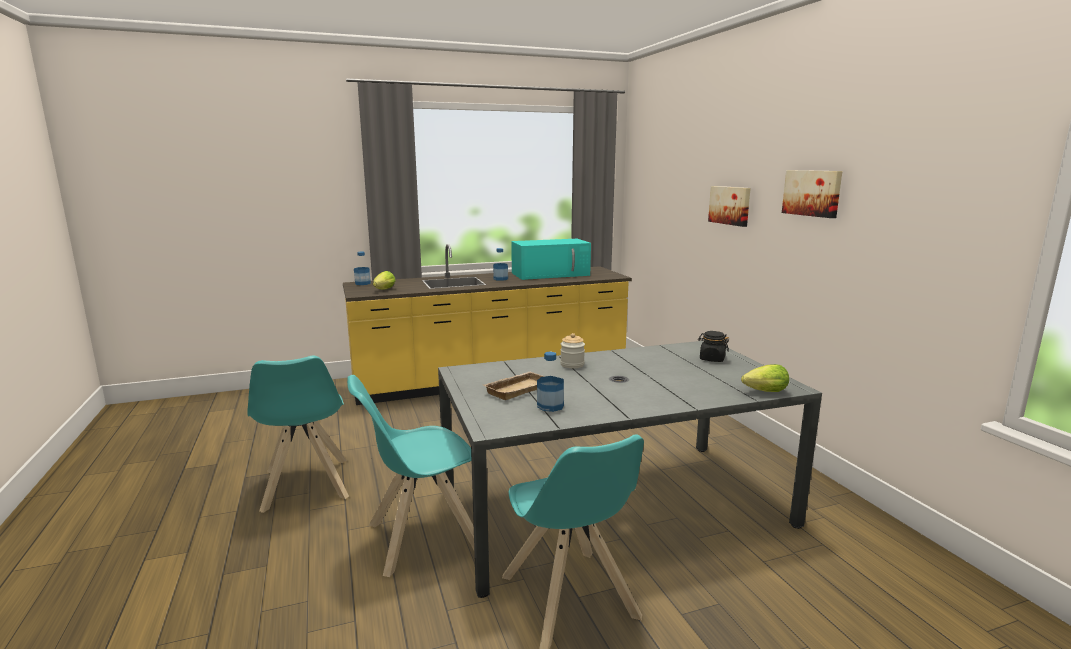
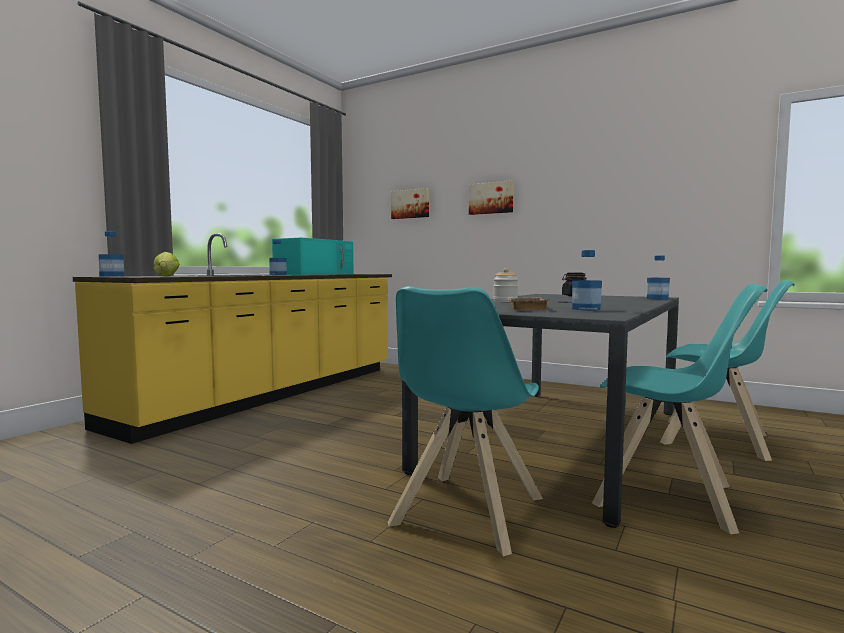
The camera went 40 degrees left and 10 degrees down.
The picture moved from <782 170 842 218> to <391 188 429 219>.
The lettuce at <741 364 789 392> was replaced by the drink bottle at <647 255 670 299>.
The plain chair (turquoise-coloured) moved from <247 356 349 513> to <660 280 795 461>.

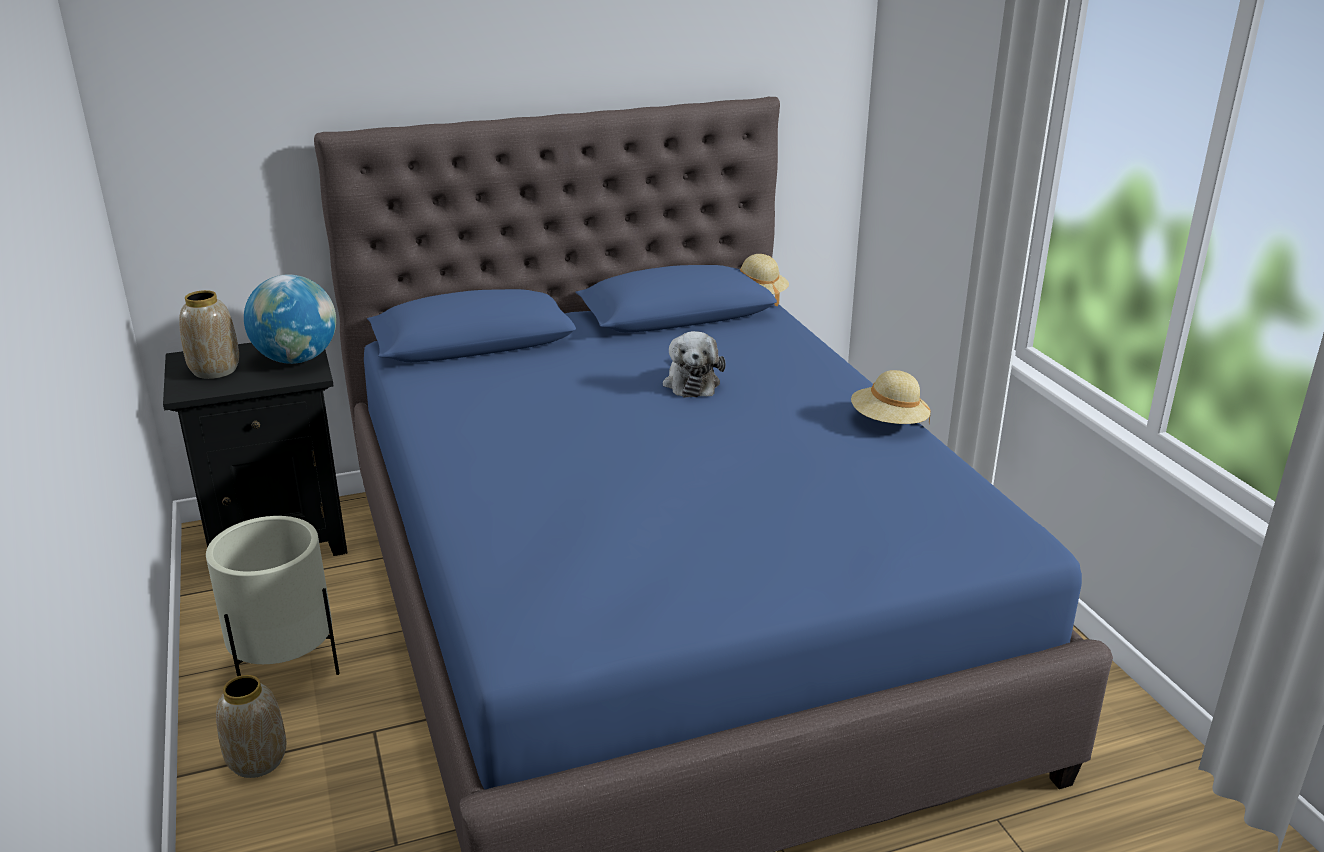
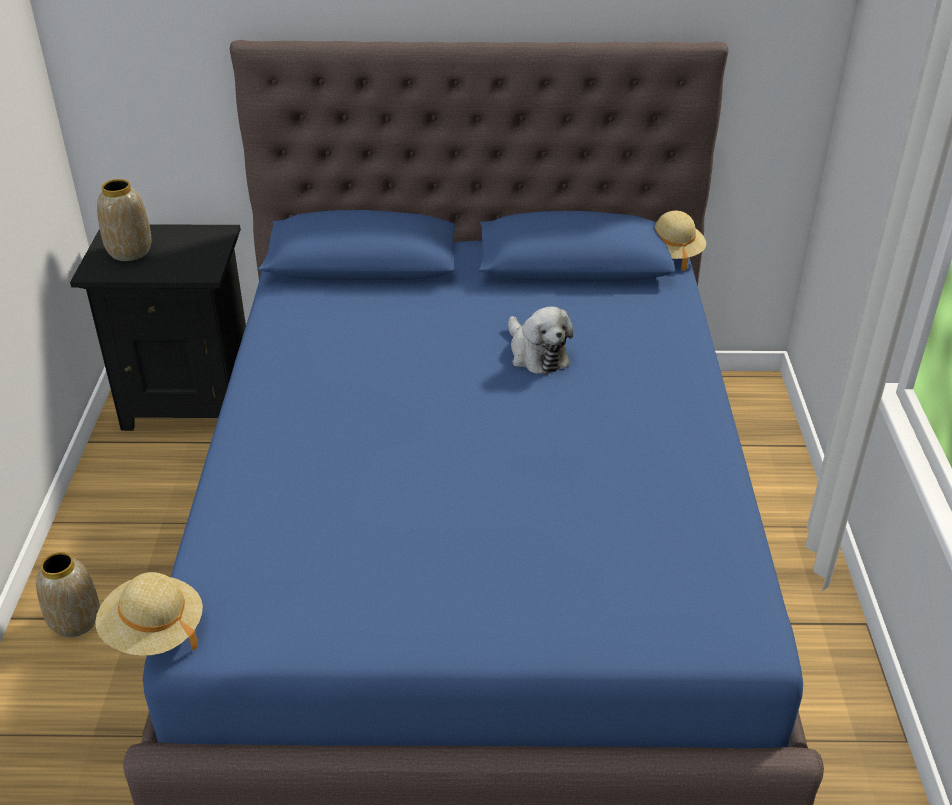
The camera went 20 degrees right and 10 degrees up.
The clothing hat (sand-coloured) moved from <851 370 931 424> to <95 572 203 656>.
The plush toy at <663 331 726 397> turned 45 degrees counterclockwise.
The planter (sand-coloured) at <206 516 340 676> disappeared.
The desk globe at <244 274 336 364> disappeared.

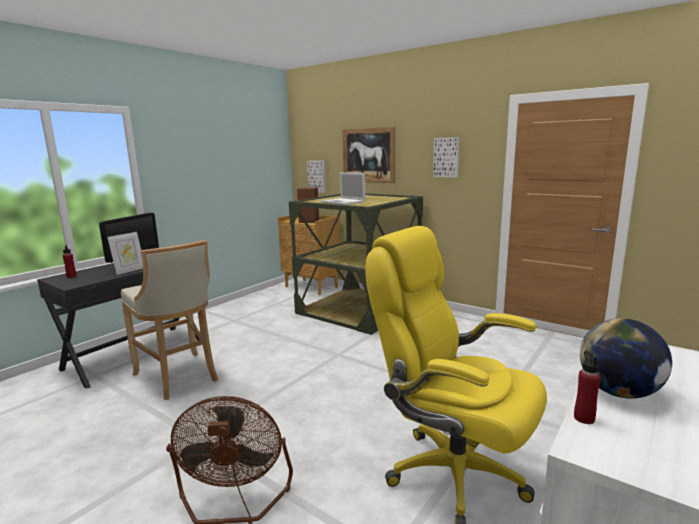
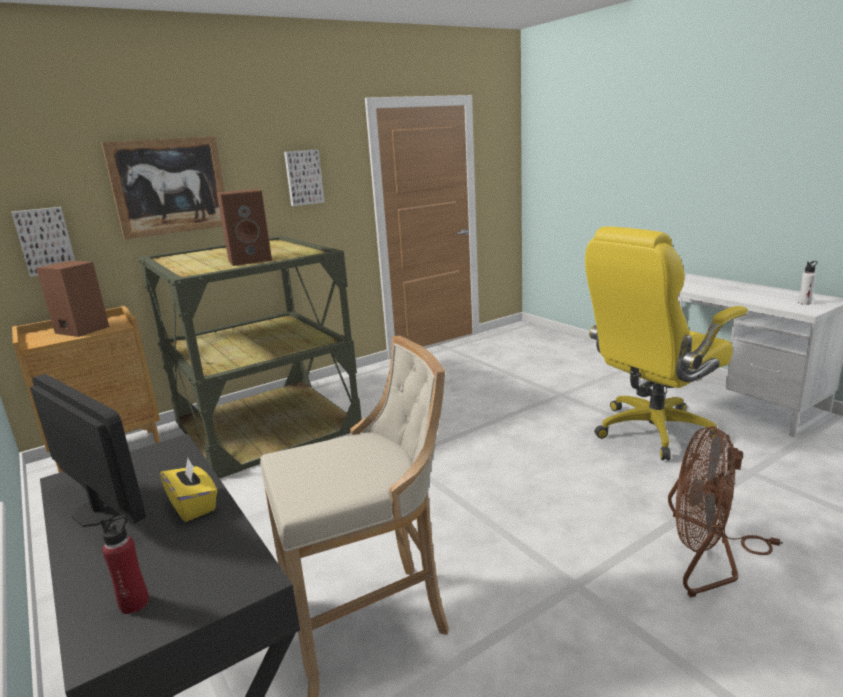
The camera went 70 degrees left and 5 degrees up.
The standing frame at <107 232 143 275> was replaced by the tissue holder (yellow-coloured) at <160 458 217 522>.
The notebook computer at <321 172 365 205> was replaced by the speaker (brown) at <217 189 272 266>.
The drink bottle (whitish) at <798 261 818 305> appeared.
The drink bottle (reddish) at <574 351 601 424> disappeared.
The desk globe at <580 318 672 399> disappeared.

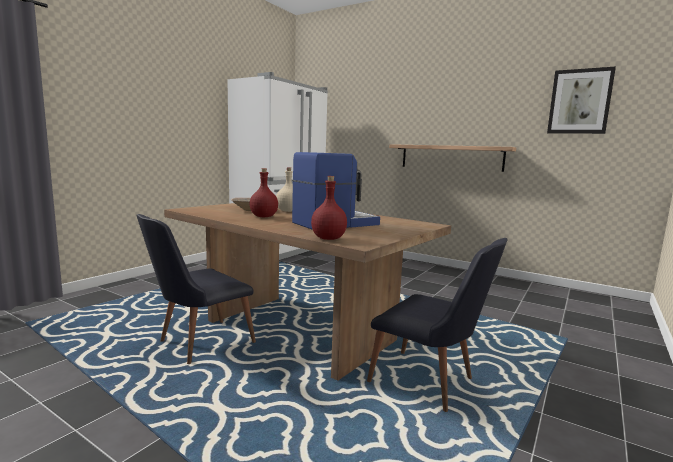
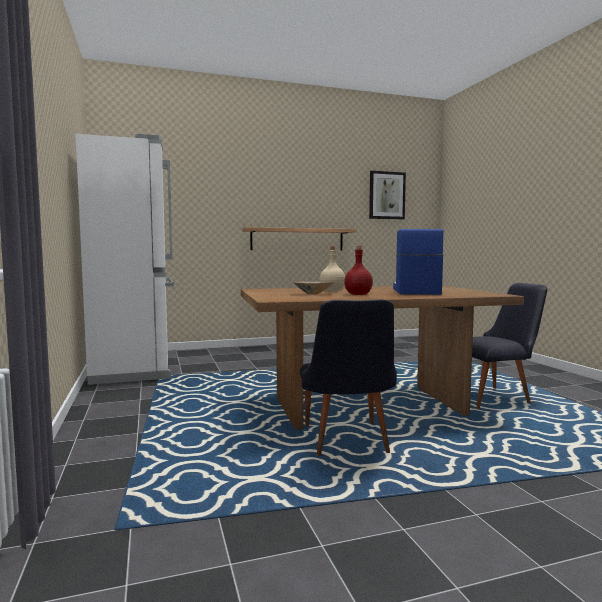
The camera went 50 degrees left and 5 degrees down.
The drink bottle (reddish) at <311 176 347 240> disappeared.

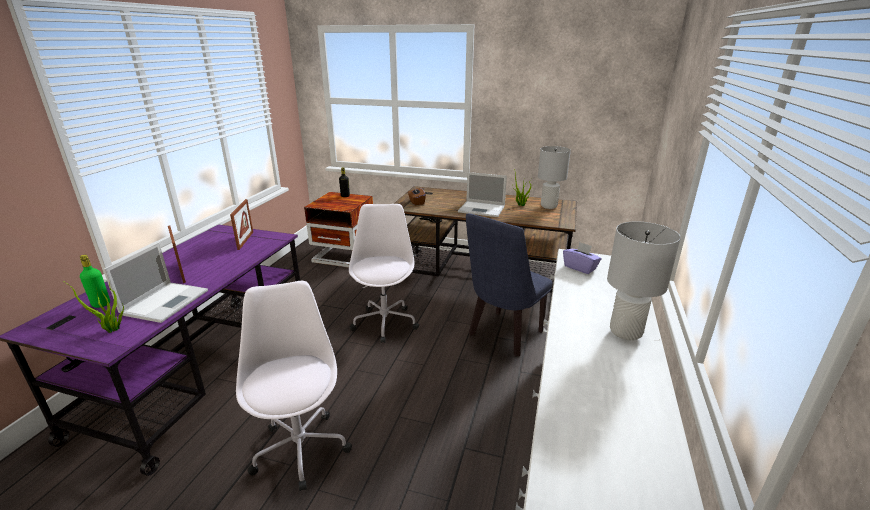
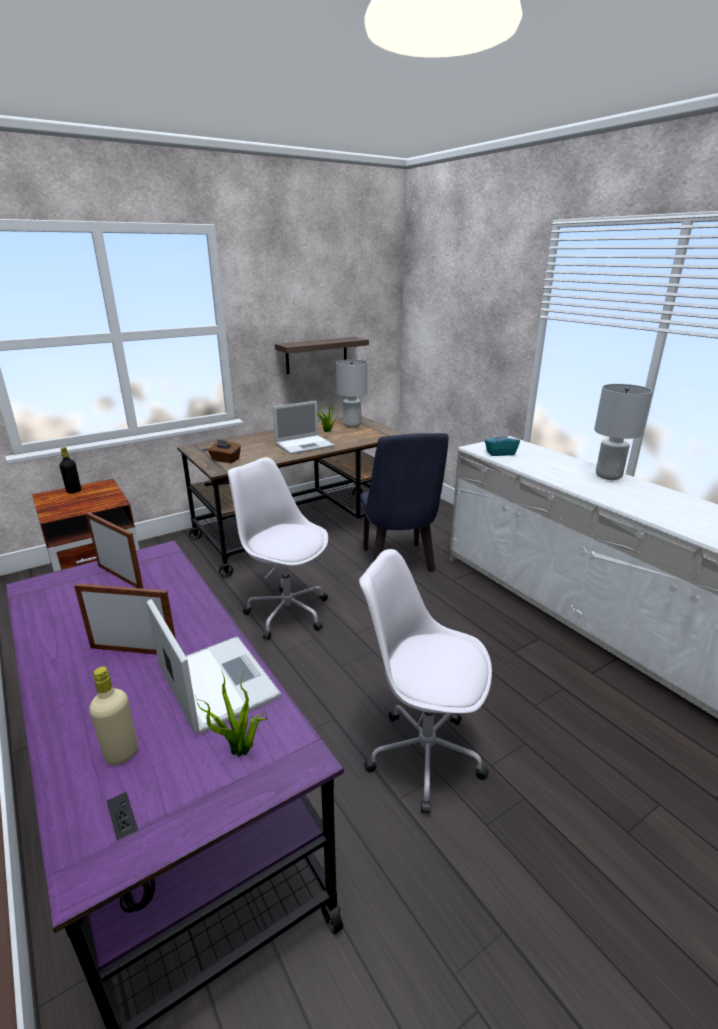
The camera went 50 degrees left and 0 degrees up.
The drink bottle (green-coloured) at <80 255 110 308> became the drink bottle (sand-coloured) at <89 667 138 765>.
The bracket shelf at <275 337 369 374> appeared.
The tissue holder (purplish) at <563 242 602 274> became the tissue holder (turquoise-coloured) at <485 430 520 456>.

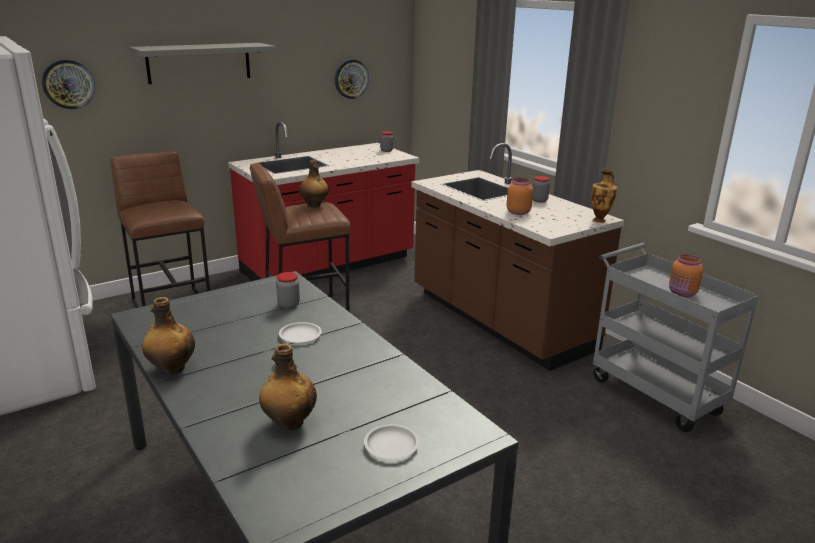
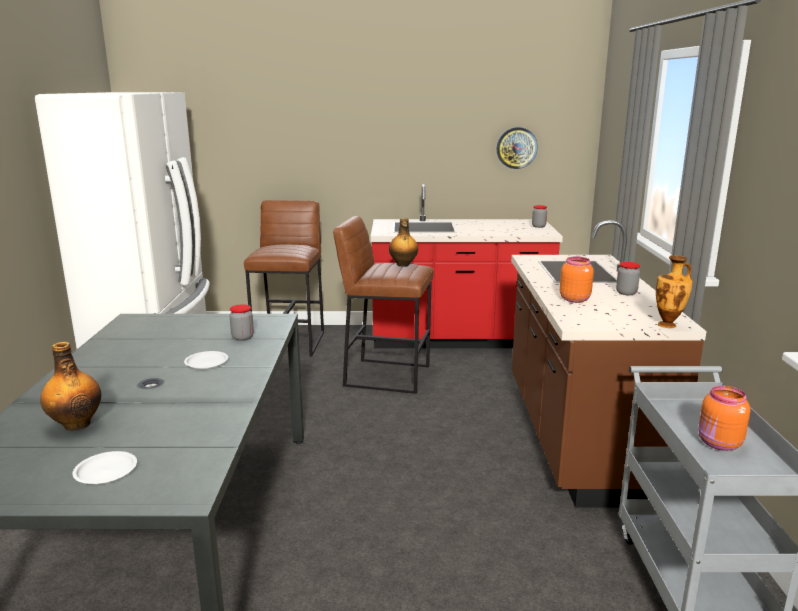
The camera went 35 degrees right and 5 degrees down.
The wall clock at <42 60 95 109> disappeared.
The bracket shelf (grey) at <129 43 276 84> disappeared.
The drink bottle at <142 297 195 374> disappeared.

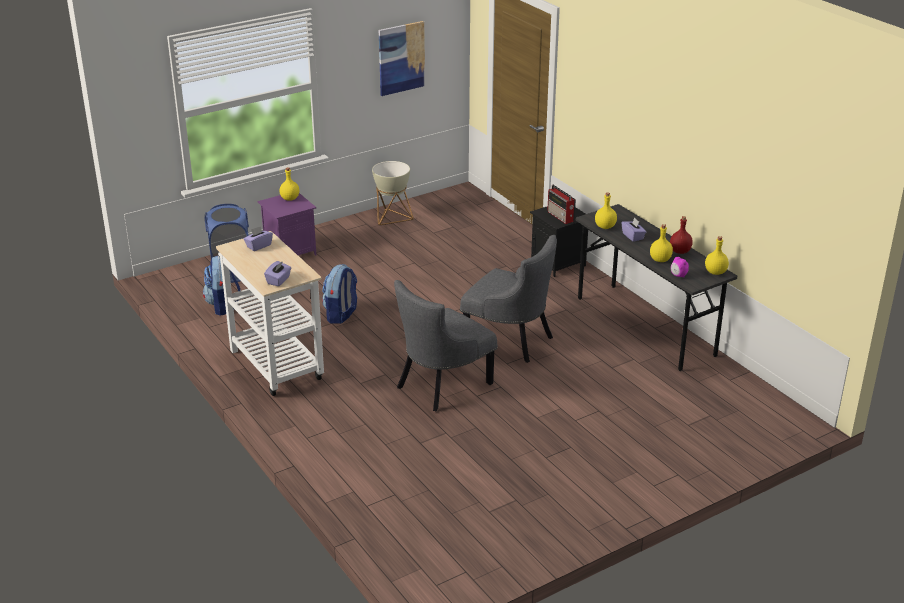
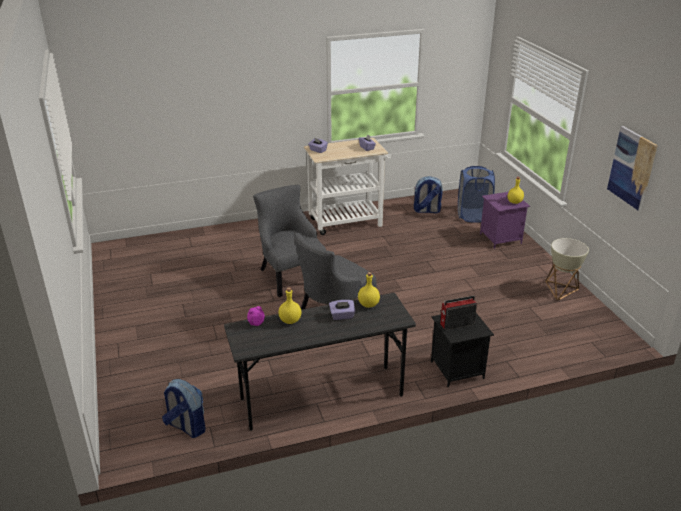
The camera went 105 degrees right and 0 degrees up.
The rucksack moved from <322 264 357 324> to <162 379 206 438>.
The drink bottle (reddish) at <670 216 693 254> disappeared.
The drink bottle (yellow-coloured) at <705 236 729 275> disappeared.

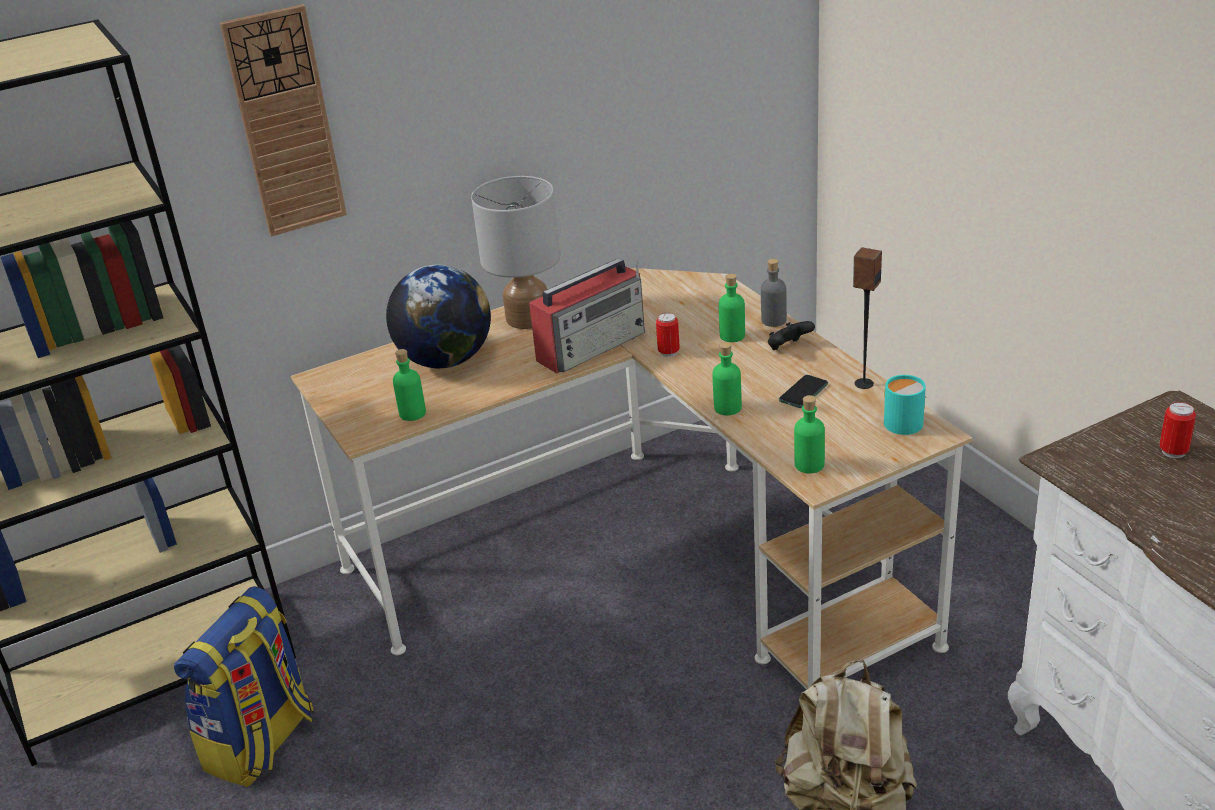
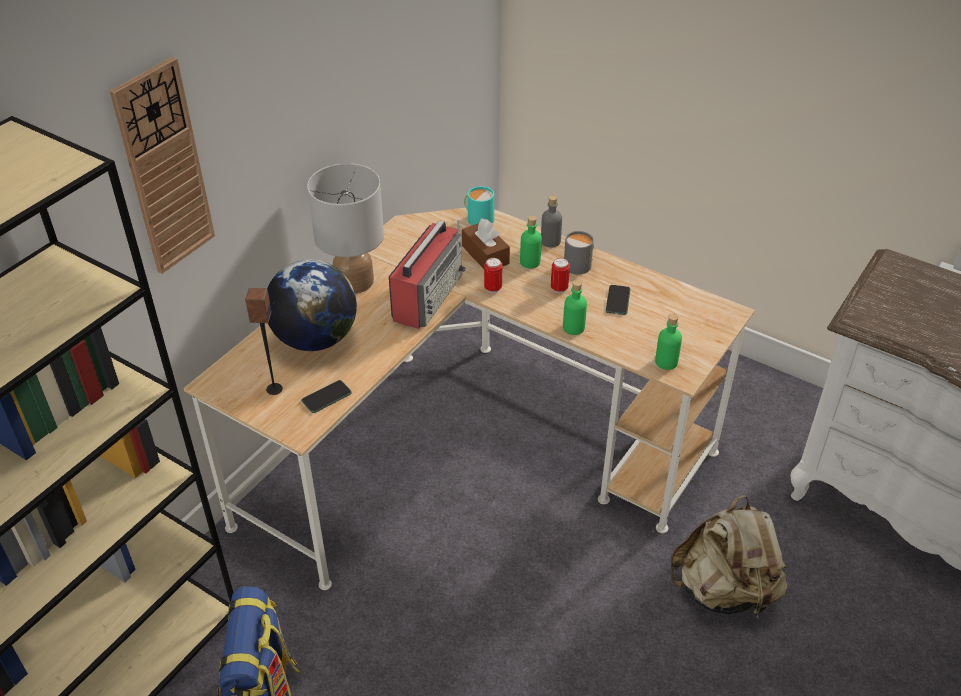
The camera went 30 degrees left and 10 degrees up.
The speaker moved from <853 247 882 389> to <245 288 283 395>.
The drink bottle (green-coloured) at <393 349 426 421> was replaced by the handset at <301 380 352 413>.
The tissue holder (brown) at <462 218 510 269> appeared.
The mug (turquoise-coloured) moved from <884 375 927 435> to <464 186 495 225>.
The metal can moved from <1159 402 1196 458> to <551 258 570 293>.
The joypad (black) at <768 321 815 350> was replaced by the mug (grey) at <564 231 594 275>.

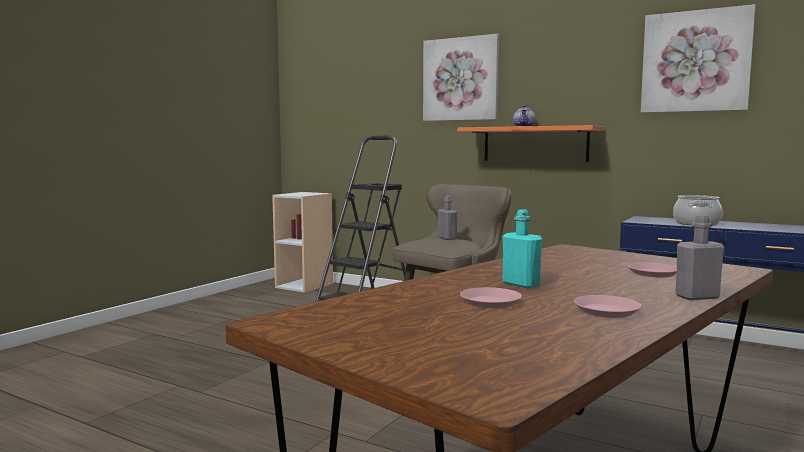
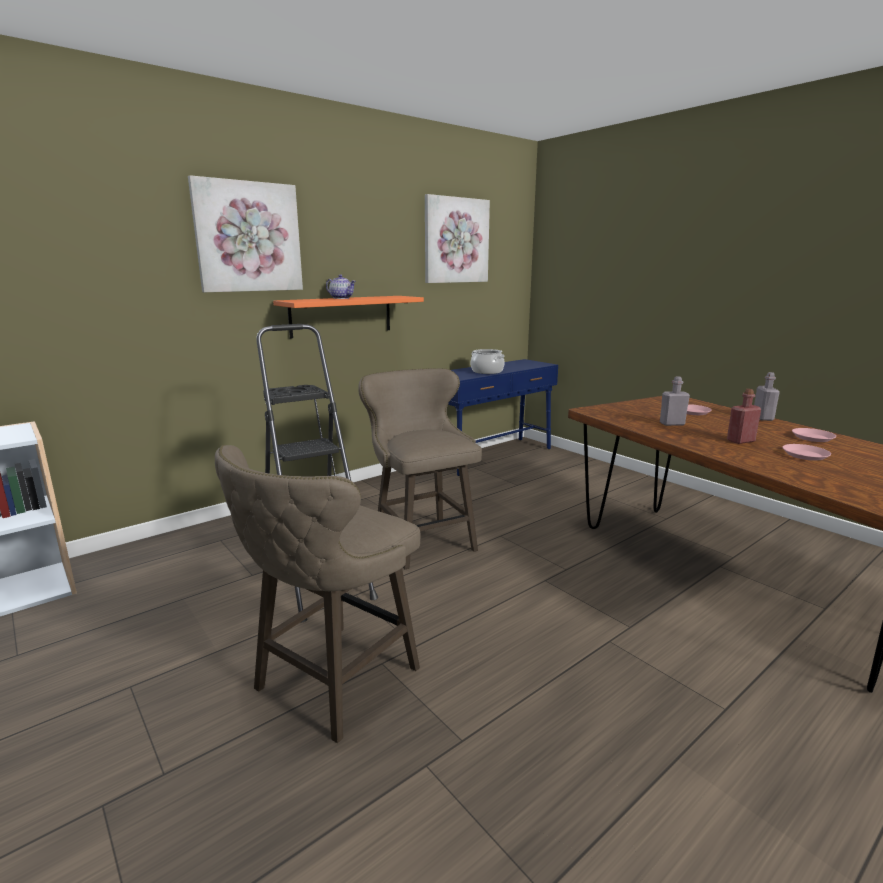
The camera went 70 degrees left and 10 degrees up.
The stool seat (sand-coloured) at <215 445 420 743> appeared.
The drink bottle (grey) moved from <438 196 457 240> to <660 376 690 426>.
The drink bottle (turquoise-coloured) at <503 209 542 288> became the drink bottle (reddish) at <727 389 761 444>.

